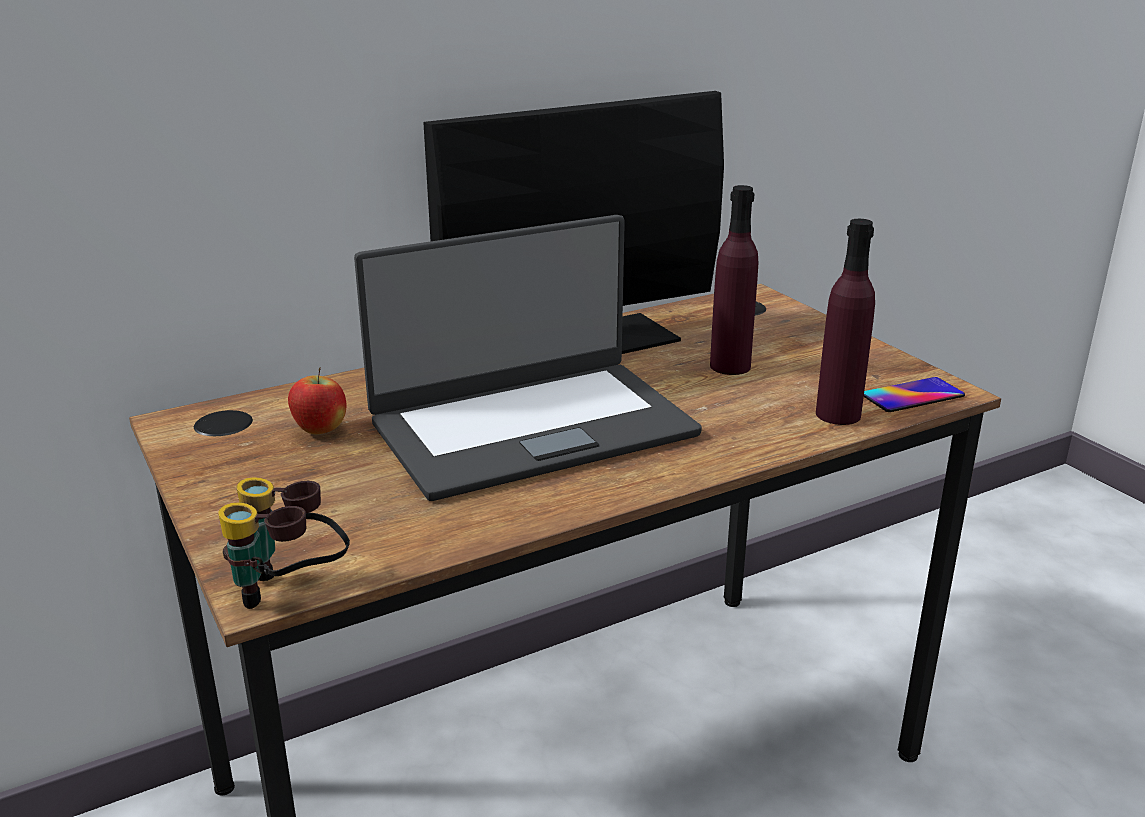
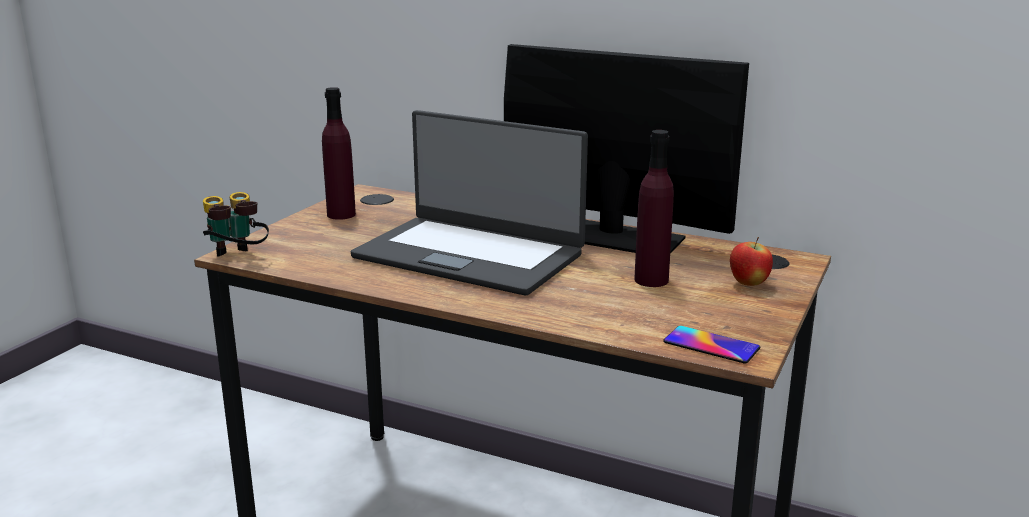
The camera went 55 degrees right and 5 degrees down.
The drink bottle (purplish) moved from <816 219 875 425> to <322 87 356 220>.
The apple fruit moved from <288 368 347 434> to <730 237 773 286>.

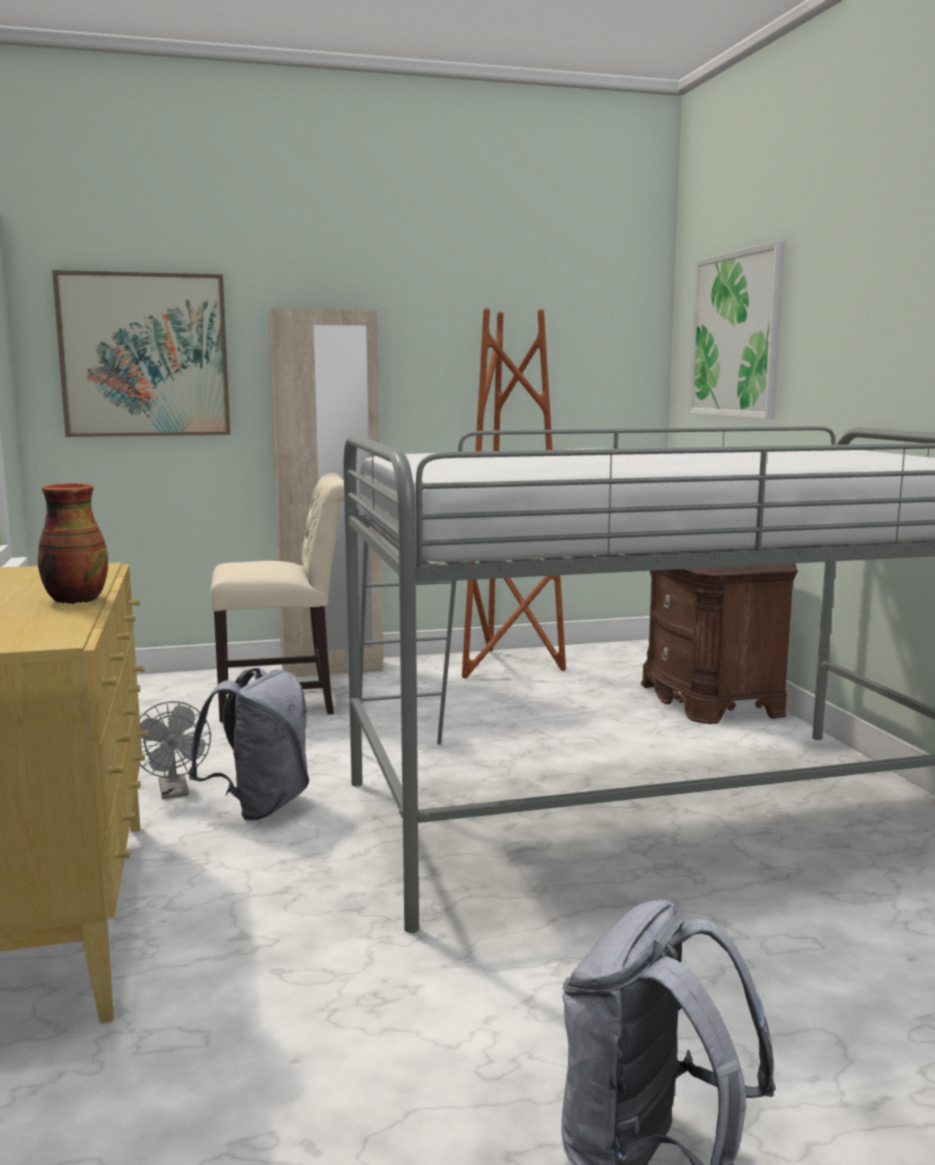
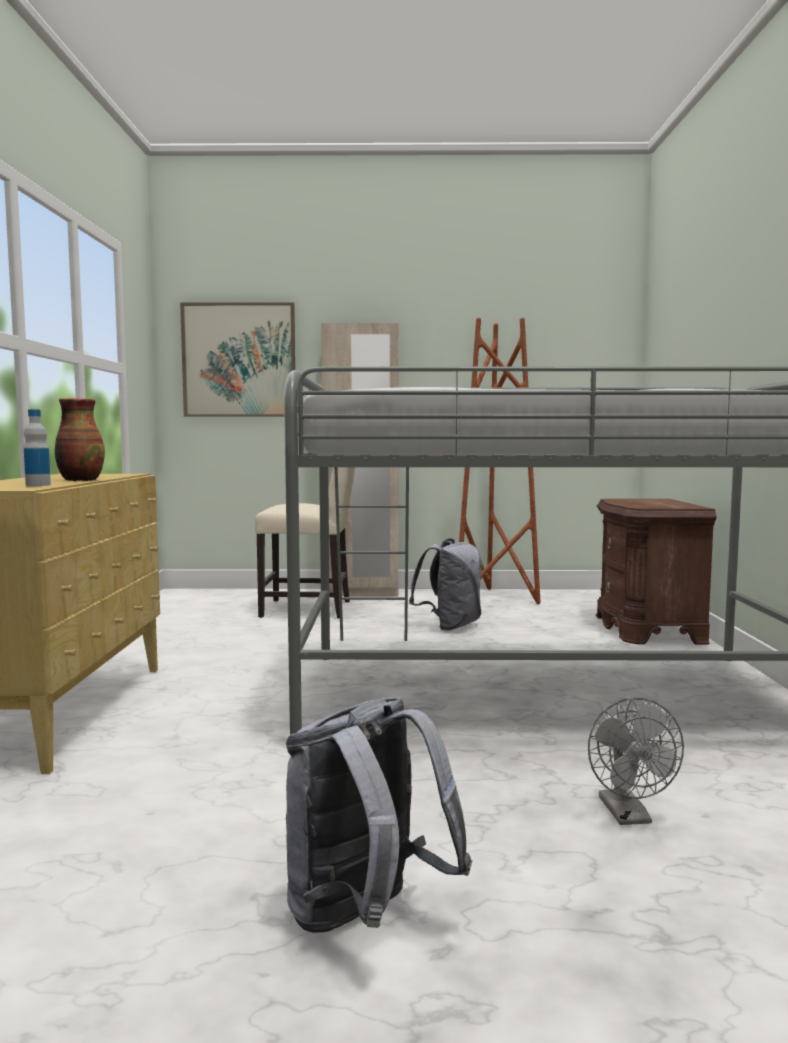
The camera went 15 degrees right and 5 degrees down.
The drink bottle at <24 409 51 486> appeared.
The rucksack (grey) moved from <188 668 309 821> to <409 538 482 631>.
The fan (grey) moved from <140 701 211 799> to <588 697 684 825>.
The picture at <688 241 785 419> disappeared.

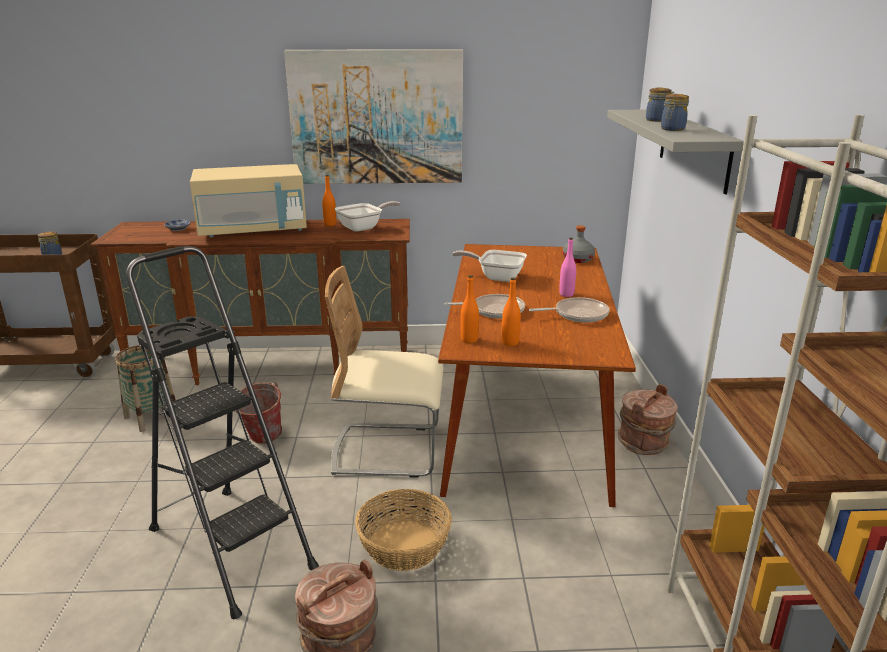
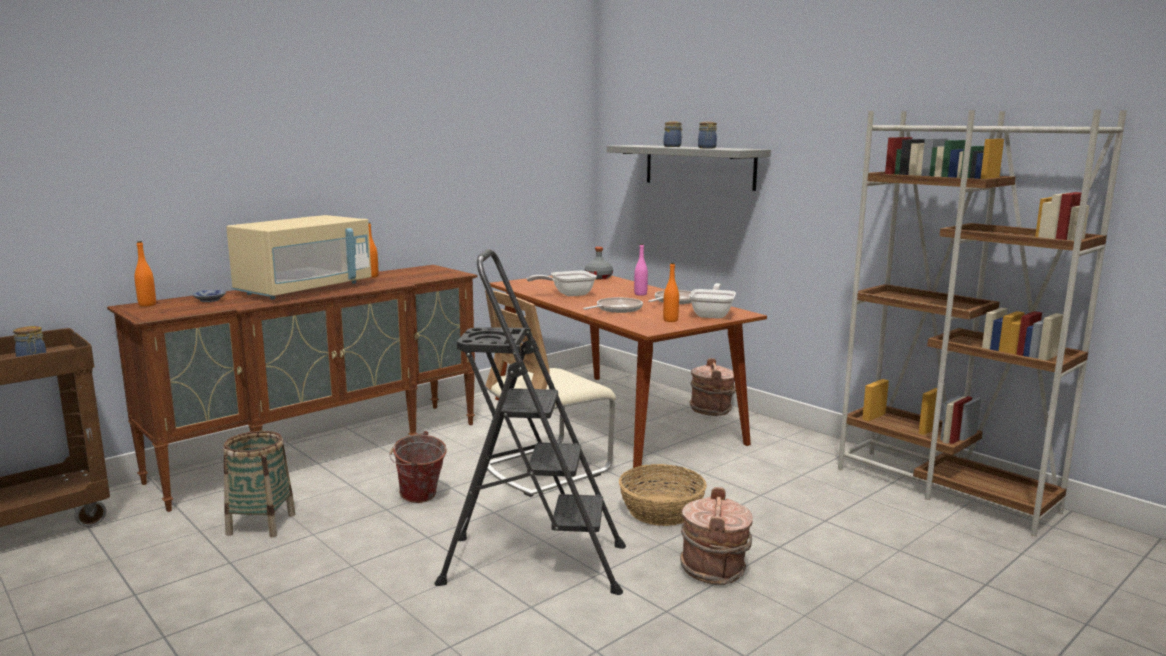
The camera went 40 degrees left and 10 degrees down.
The drink bottle (orange) moved from <461 275 479 343> to <134 241 156 307>.
The skillet moved from <335 201 400 232> to <689 283 736 319>.
The picture at <284 49 463 184> disappeared.

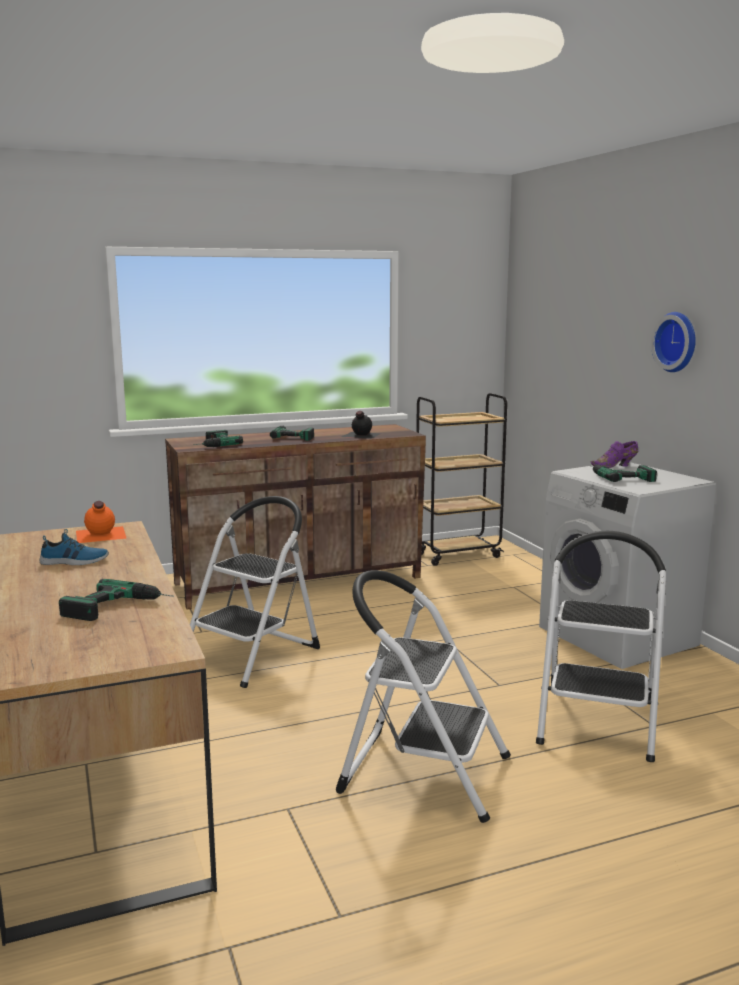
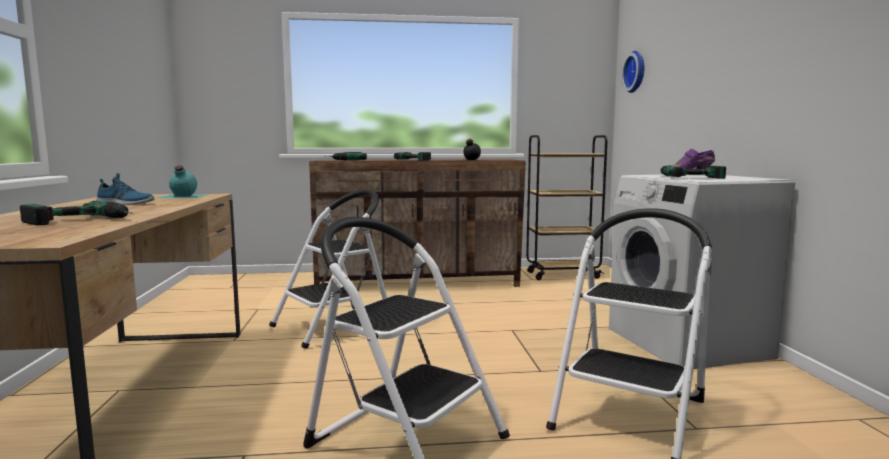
The camera went 15 degrees right and 5 degrees down.
The drink bottle (orange) at <76 501 127 543> became the drink bottle (turquoise-coloured) at <158 165 211 198>.
The wall clock moved from <651 312 696 372> to <622 51 644 93>.

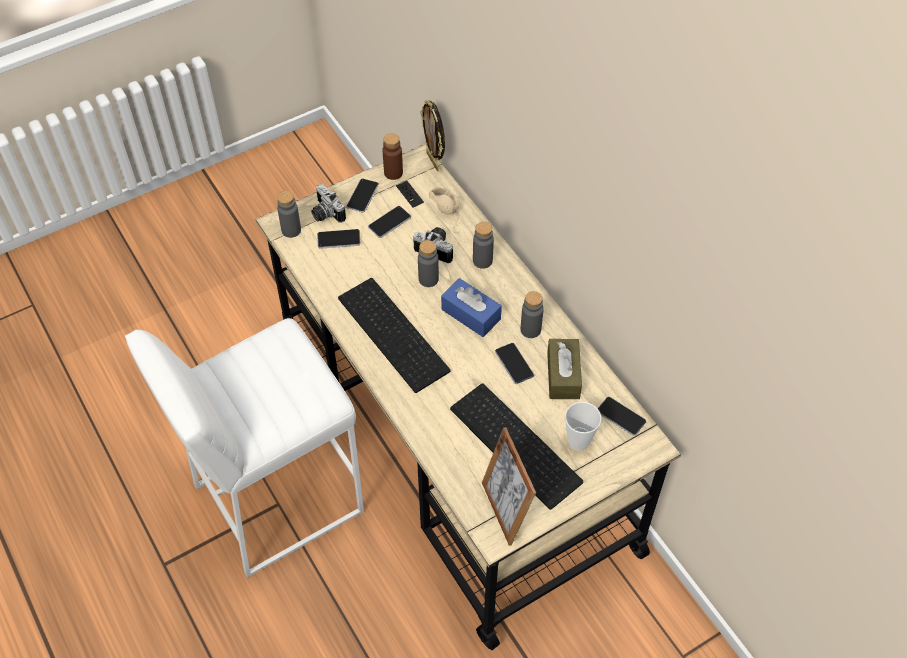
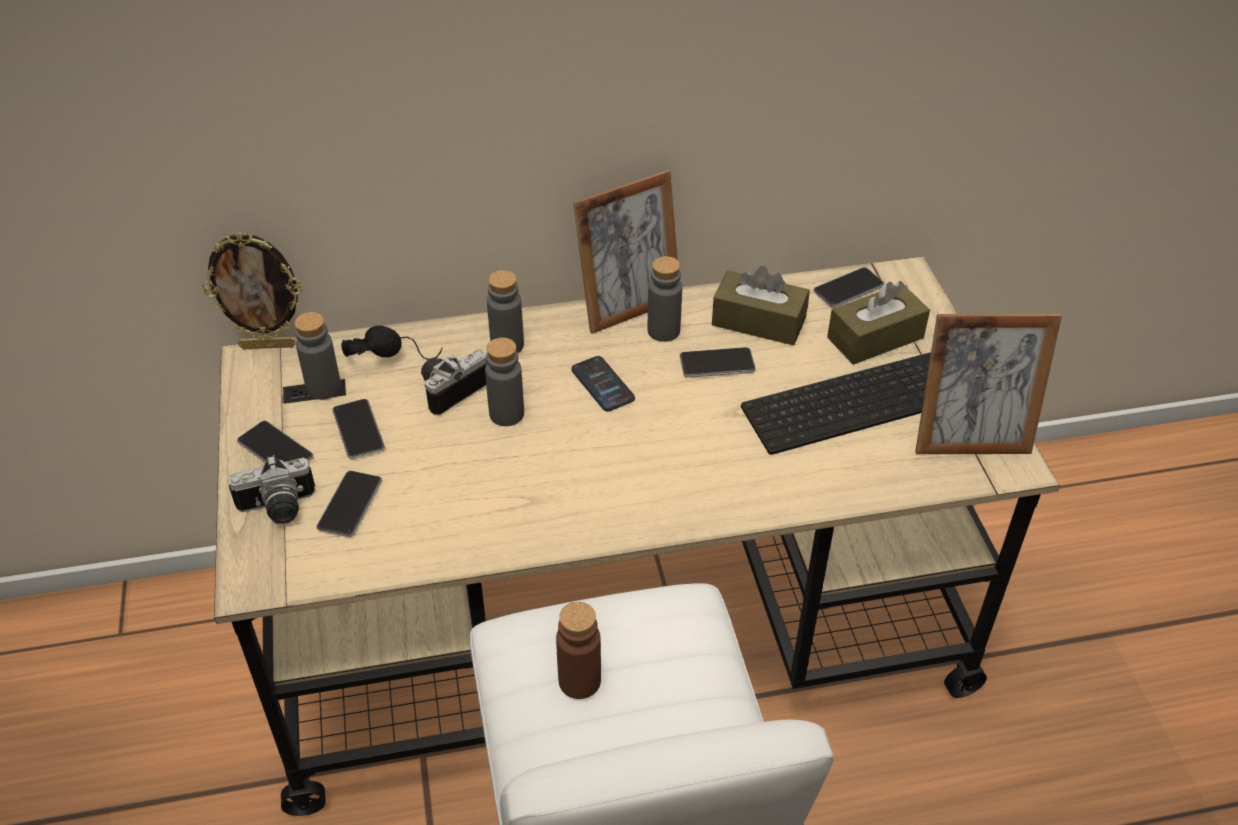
The camera went 70 degrees left and 10 degrees down.
The drink bottle (grey) moved from <277 191 301 238> to <294 312 341 400>.
The pair of headphones (sand-coloured) at <429 187 459 233> became the pair of headphones (black) at <341 326 443 360>.
The drink bottle (brown) moved from <383 133 403 180> to <556 602 601 699>.
The tissue holder (blue-coloured) at <441 278 502 337> was replaced by the handset at <571 356 635 411>.
The standing frame at <573 170 678 334> appeared.
The cup at <565 402 601 451> was replaced by the tissue holder (brown) at <827 281 930 365>.
The PC keyboard at <338 278 450 393> disappeared.

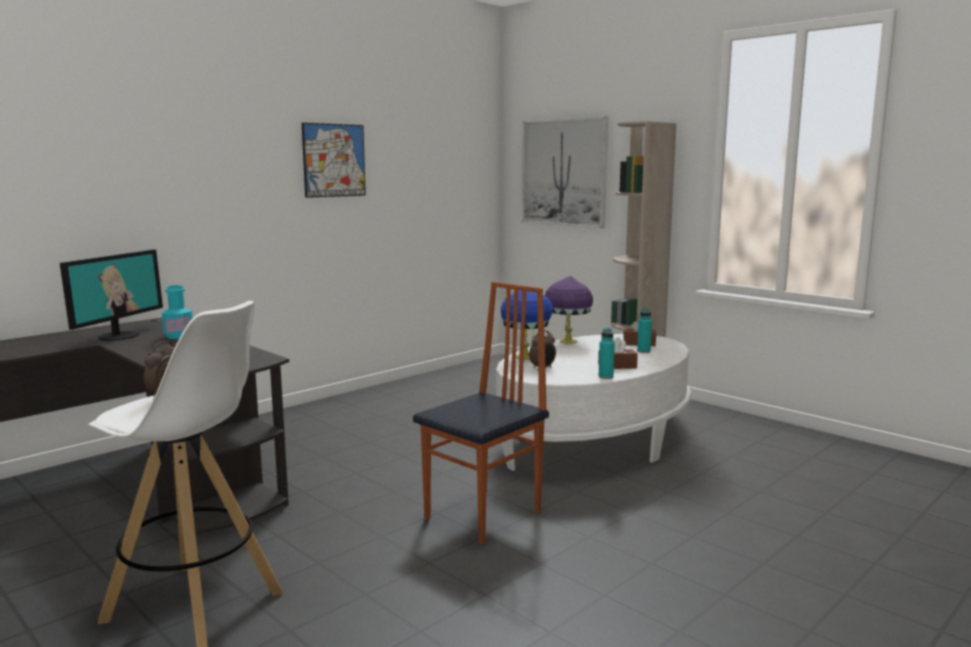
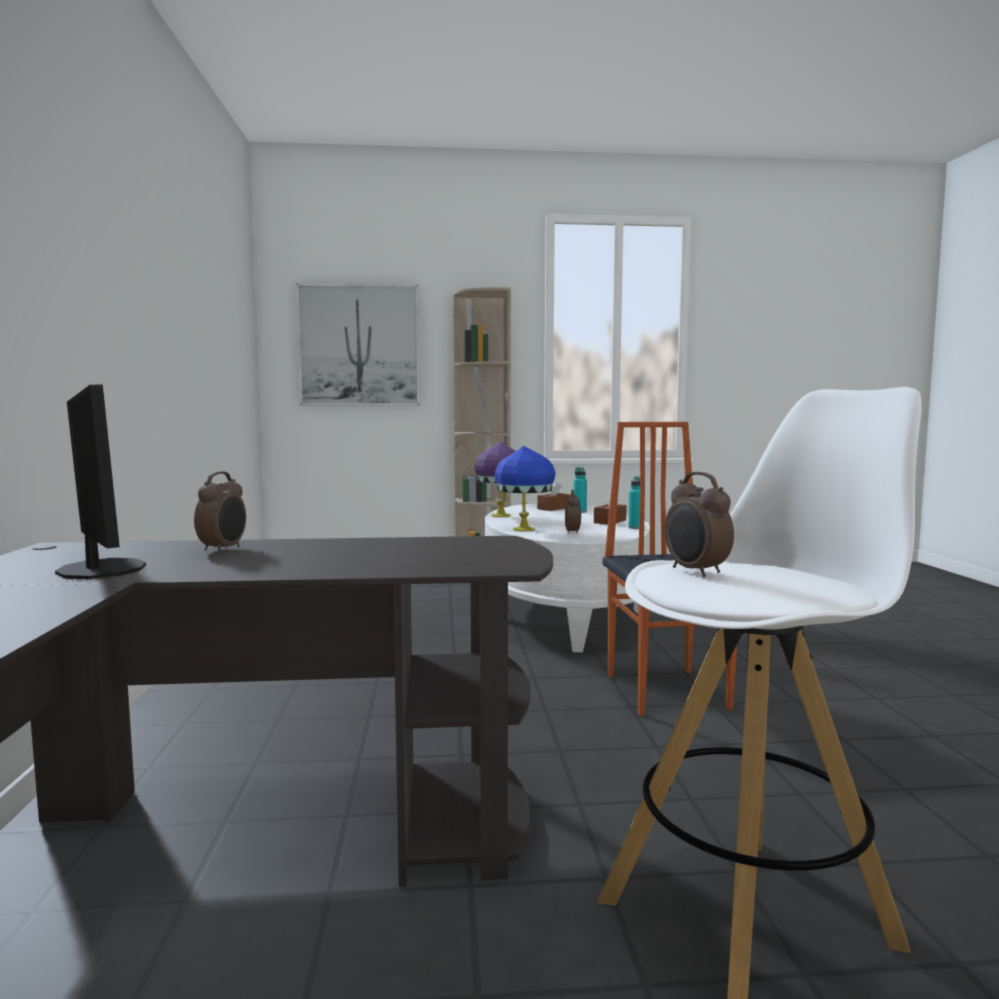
The camera went 50 degrees left and 5 degrees down.
The drink bottle (turquoise-coloured) at <162 285 193 339> was replaced by the alarm clock at <194 471 246 553>.
The picture at <302 123 366 198> disappeared.

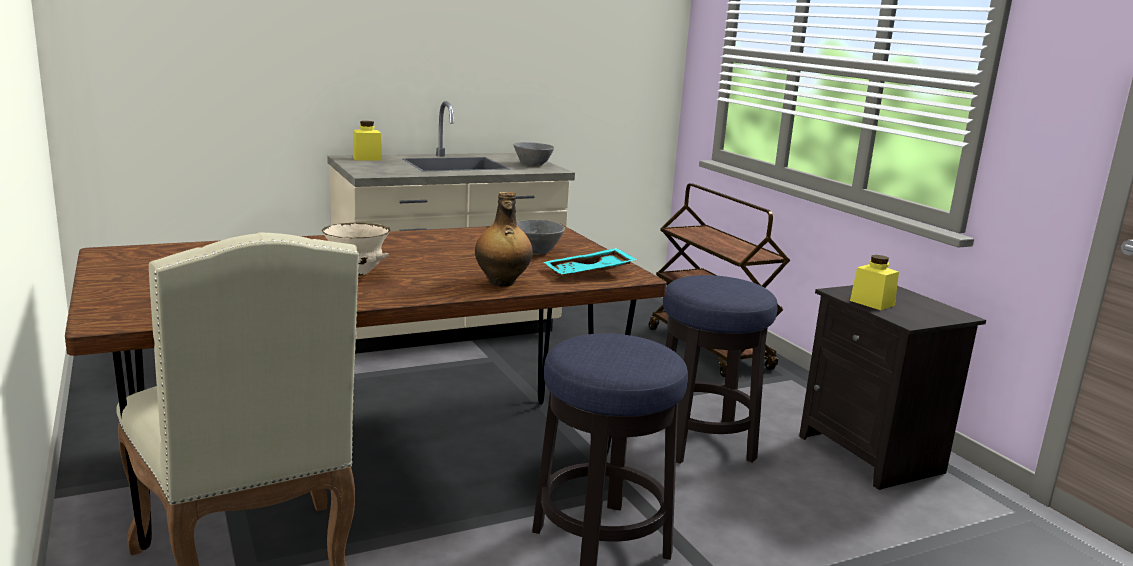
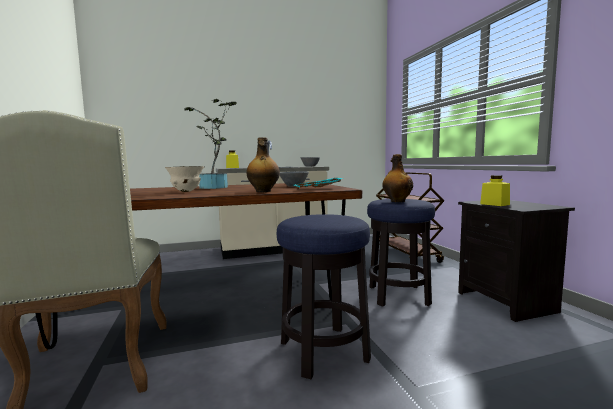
The camera went 10 degrees right and 10 degrees down.
The potted plant at <185 99 236 189> appeared.
The drink bottle at <382 154 413 202> appeared.

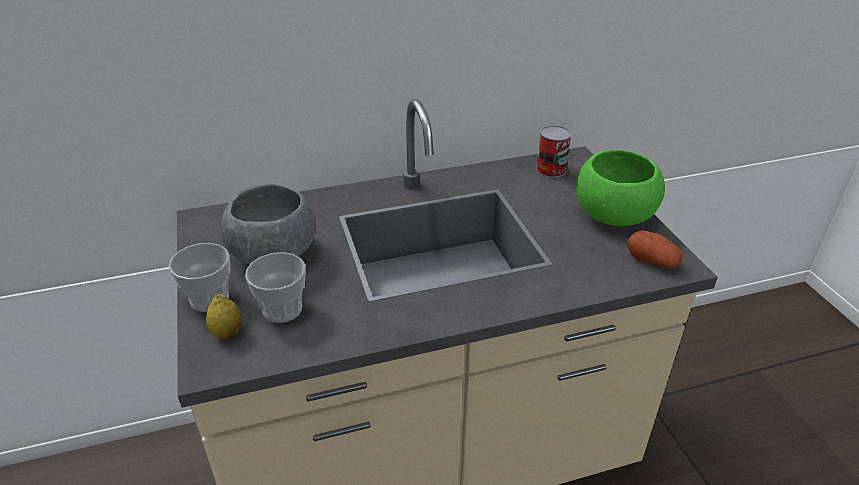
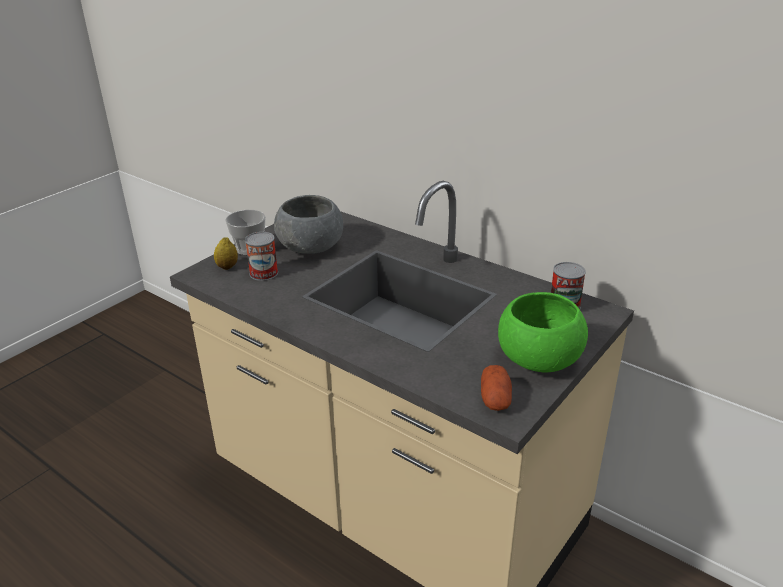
The camera went 55 degrees right and 5 degrees down.
The cup at <245 252 306 323> was replaced by the metal can at <245 232 278 281>.

